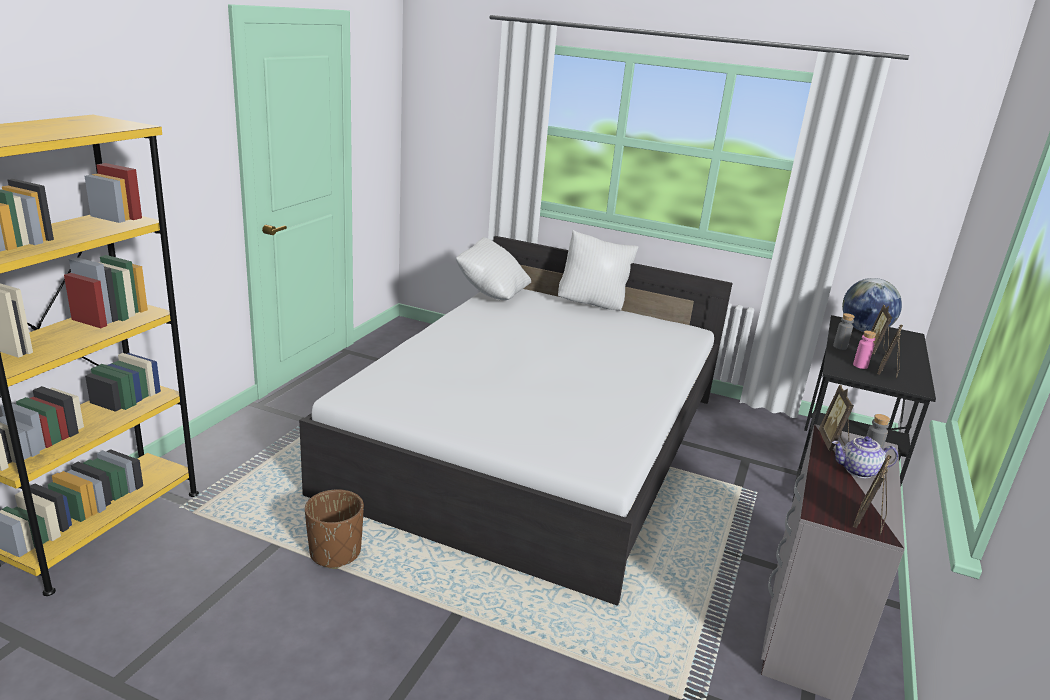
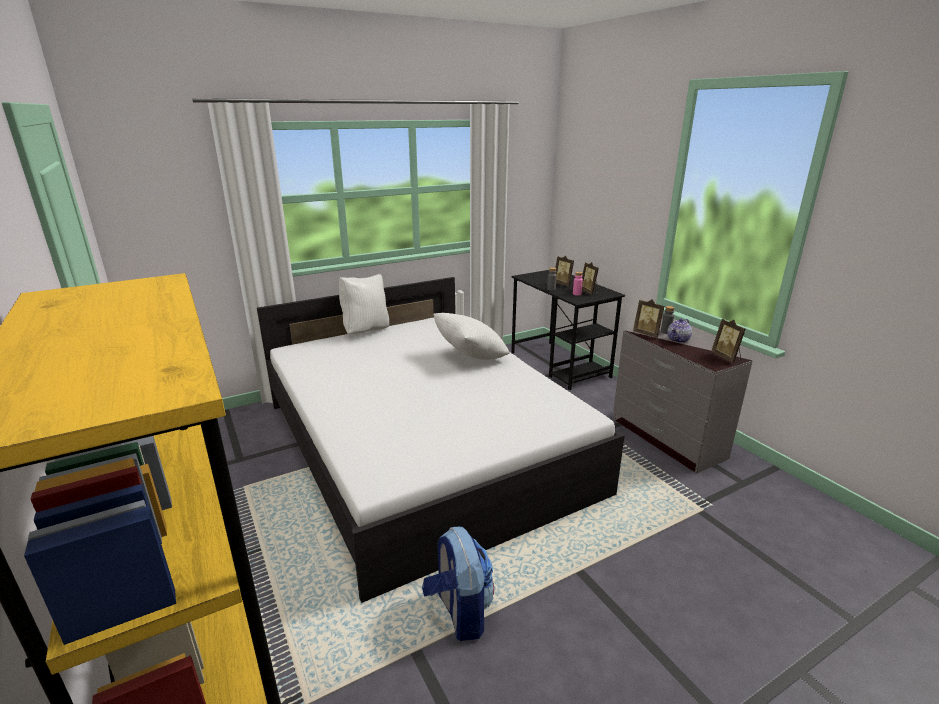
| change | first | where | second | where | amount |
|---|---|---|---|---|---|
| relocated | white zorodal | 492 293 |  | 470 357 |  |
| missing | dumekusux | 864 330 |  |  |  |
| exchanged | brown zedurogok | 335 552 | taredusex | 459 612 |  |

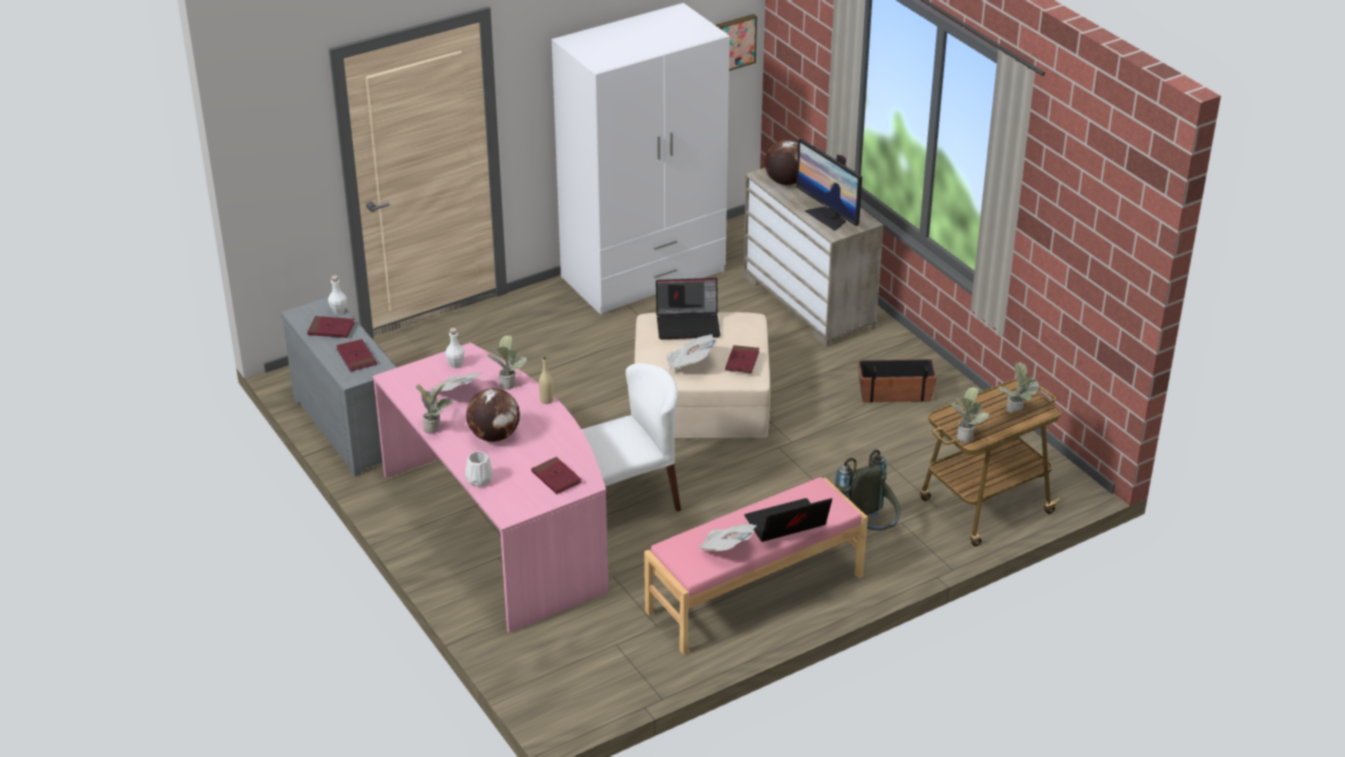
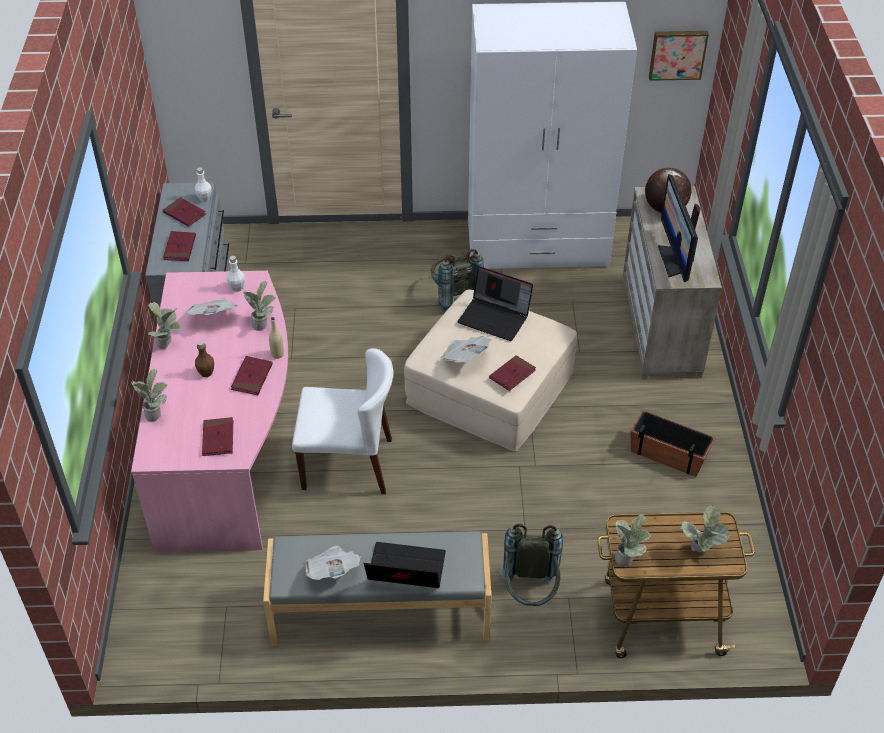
| change | first | where | second | where | amount |
|---|---|---|---|---|---|
| exchanged | dumekusux | 494 436 | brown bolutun | 206 373 |  |
| exchanged | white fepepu | 478 480 | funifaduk | 155 412 |  |
| colour | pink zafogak | 755 594 | grey zafogak | 380 613 |  |
| appeared |  |  | grey taredusex | 454 295 |  |
| appeared |  |  | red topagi | 252 377 |  |

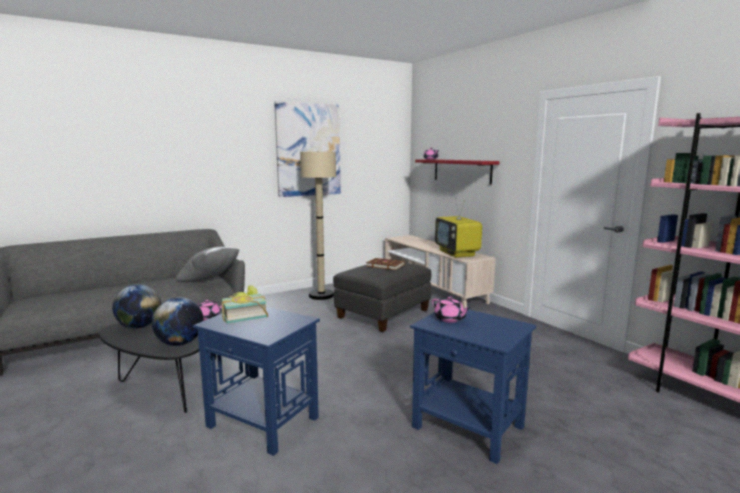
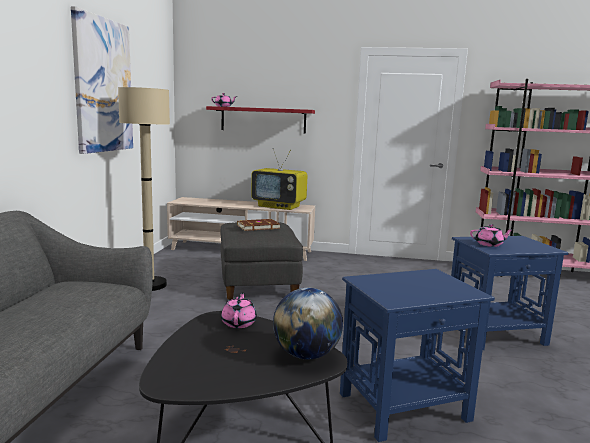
| change | first | where | second | where | amount |
|---|---|---|---|---|---|
| missing | grey zorodal | 210 280 |  |  |  |
| missing | dumekusux | 139 326 |  |  |  |
| missing | topagi | 243 316 |  |  |  |

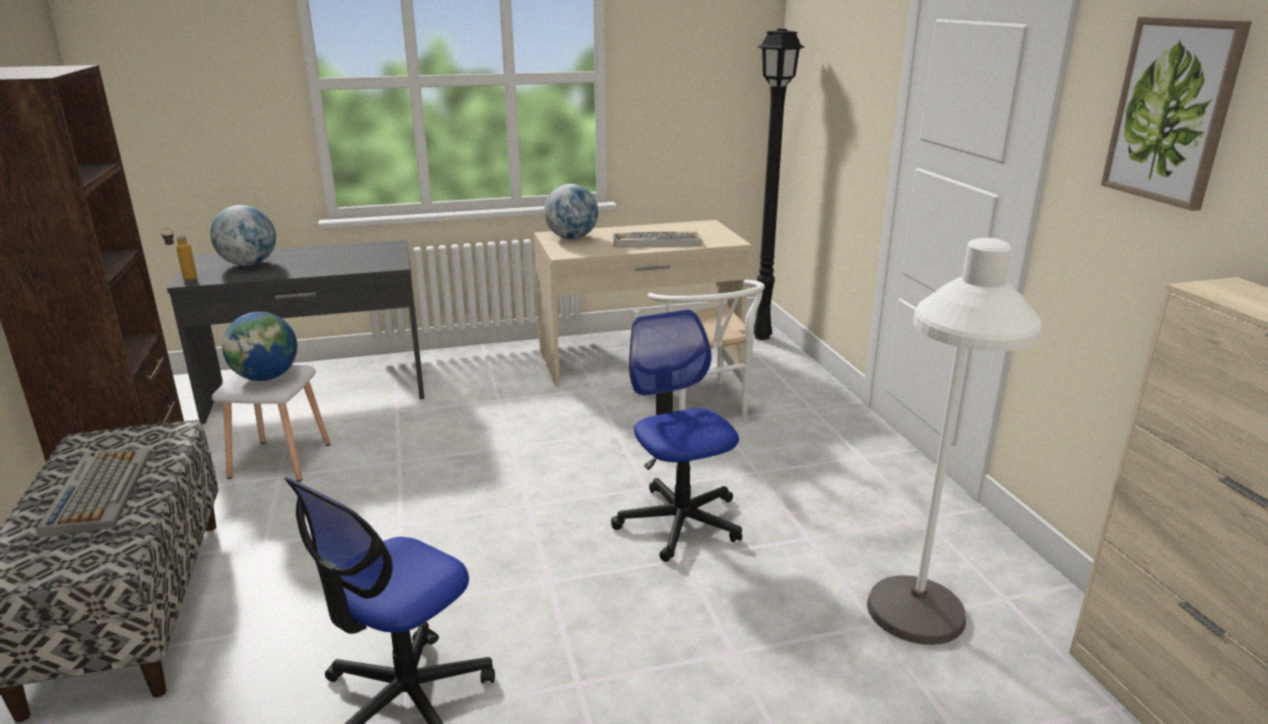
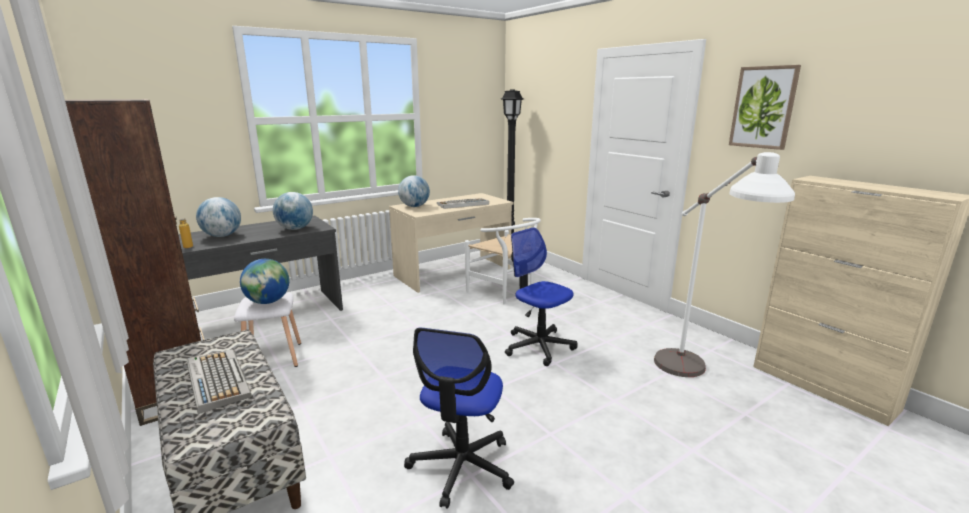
| change | first | where | second | where | amount |
|---|---|---|---|---|---|
| appeared |  |  | dumekusux | 295 229 |  |

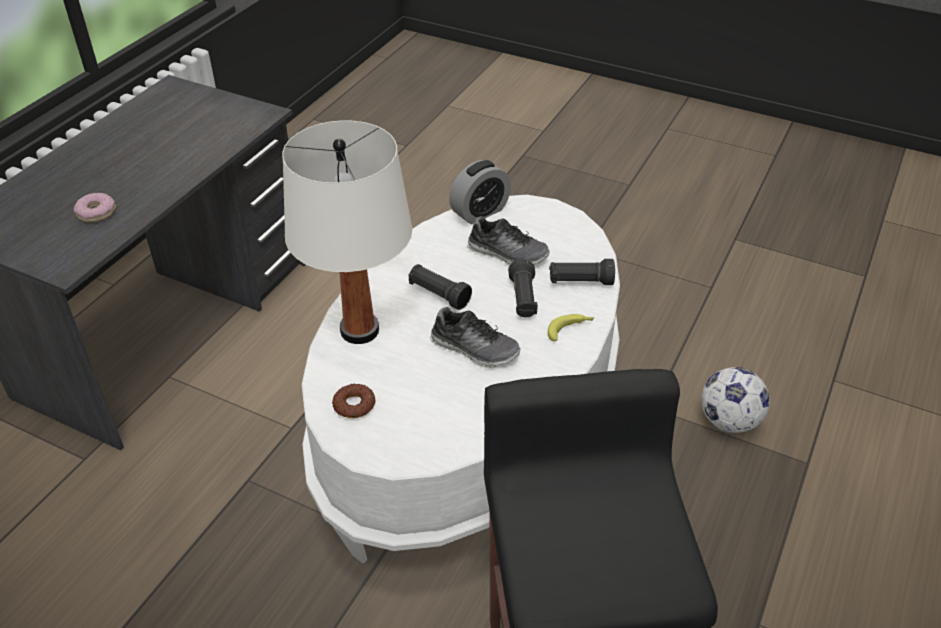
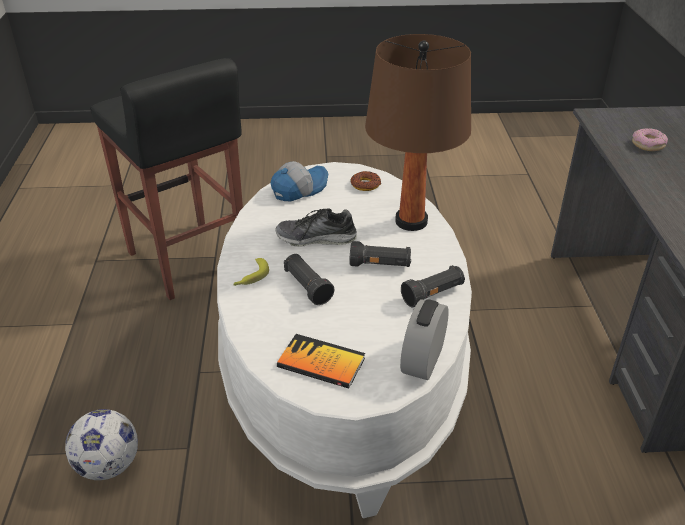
| change | first | where | second | where | amount |
|---|---|---|---|---|---|
| colour | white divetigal | 360 330 | brown divetigal | 411 222 |  |
| missing | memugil | 507 254 |  |  |  |
| relocated | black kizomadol | 580 282 |  | 433 294 |  |
| appeared |  |  | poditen | 299 189 |  |
| appeared |  |  | topagi | 321 363 |  |

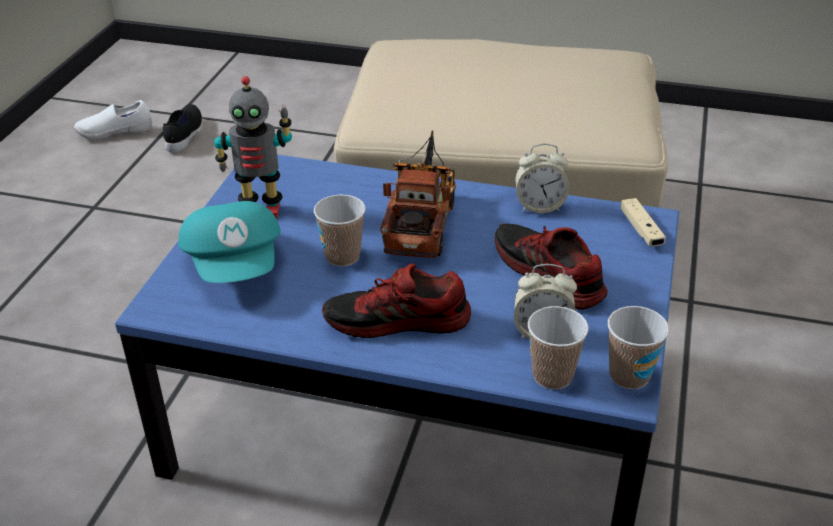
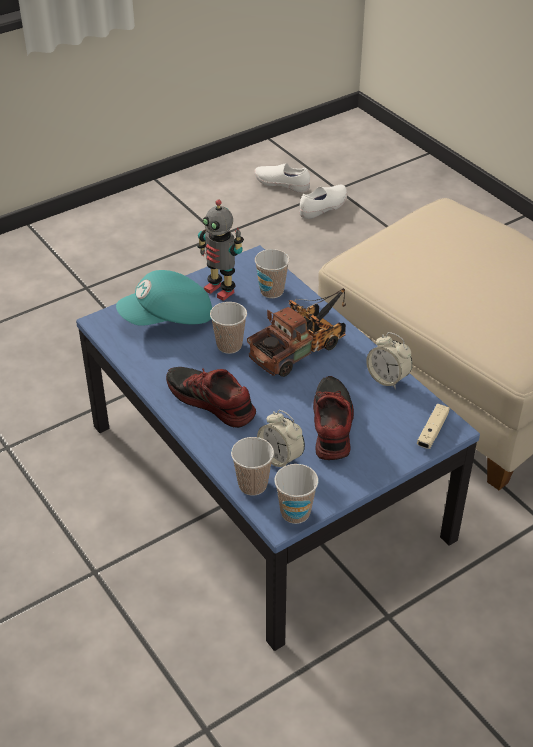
| change | first | where | second | where | amount |
|---|---|---|---|---|---|
| colour | black memugil | 185 136 | white memugil | 324 208 |  |
| spun | turquoise poditen | 236 265 |  | 168 319 | 45 degrees clockwise |
| appeared |  |  | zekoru | 272 291 |  |

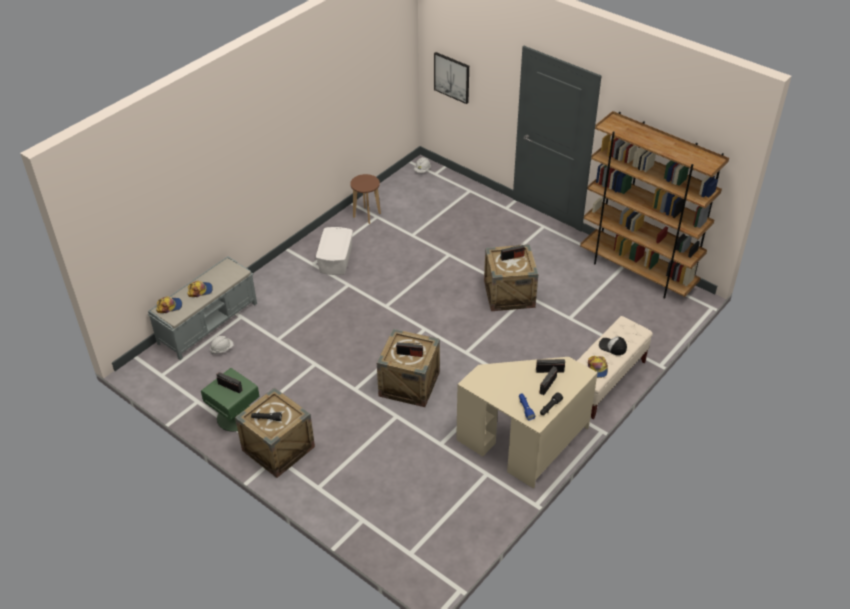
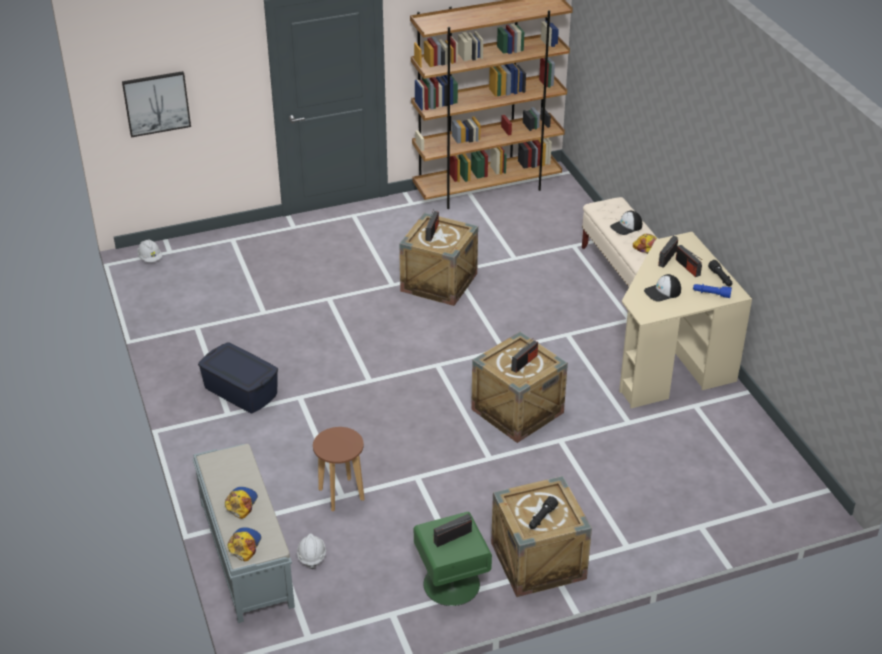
| change | first | where | second | where | amount |
|---|---|---|---|---|---|
| relocated | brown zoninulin | 367 215 |  | 341 494 |  |
| colour | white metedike | 335 259 | blue metedike | 240 391 |  |
| appeared |  |  | poditen | 662 292 |  |

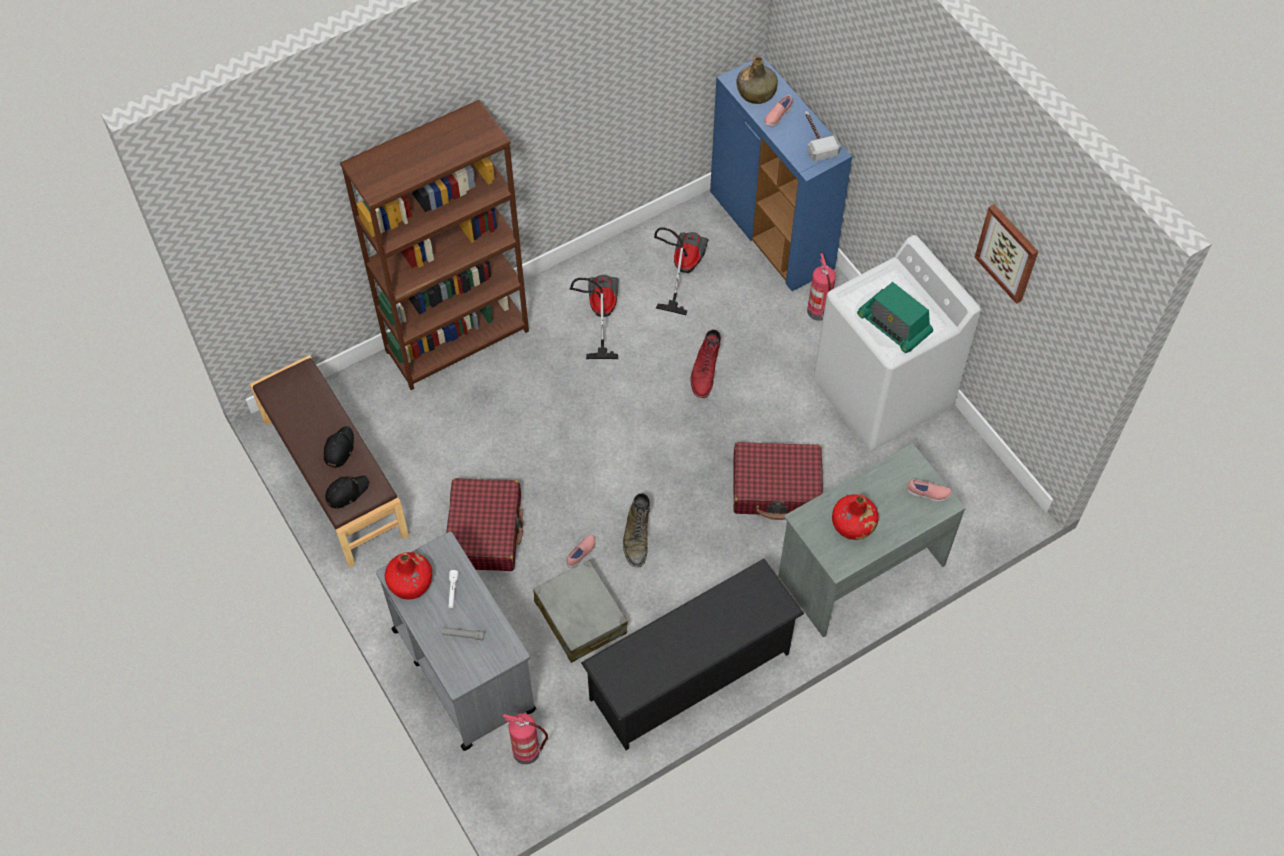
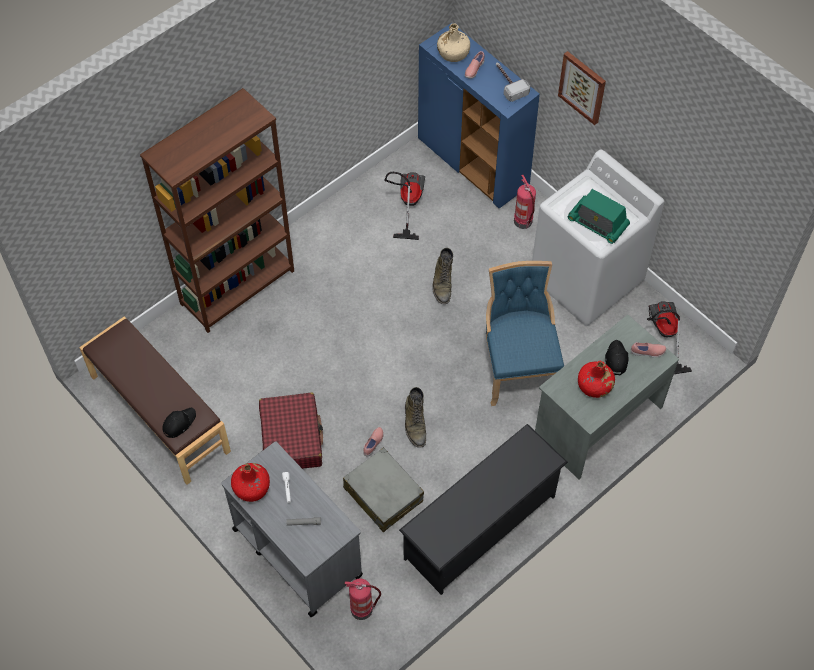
| change | first | where | second | where | amount |
|---|---|---|---|---|---|
| colour | green bolutun | 756 93 | beige bolutun | 453 53 |  |
| relocated | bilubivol | 1008 253 |  | 583 87 |  |
| relocated | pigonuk | 599 314 |  | 663 335 |  |
| colour | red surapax | 704 372 | green surapax | 442 283 |  |
| relocated | black poditen | 339 449 |  | 616 359 |  |
| exchanged | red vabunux | 776 487 | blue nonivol | 518 366 |  |

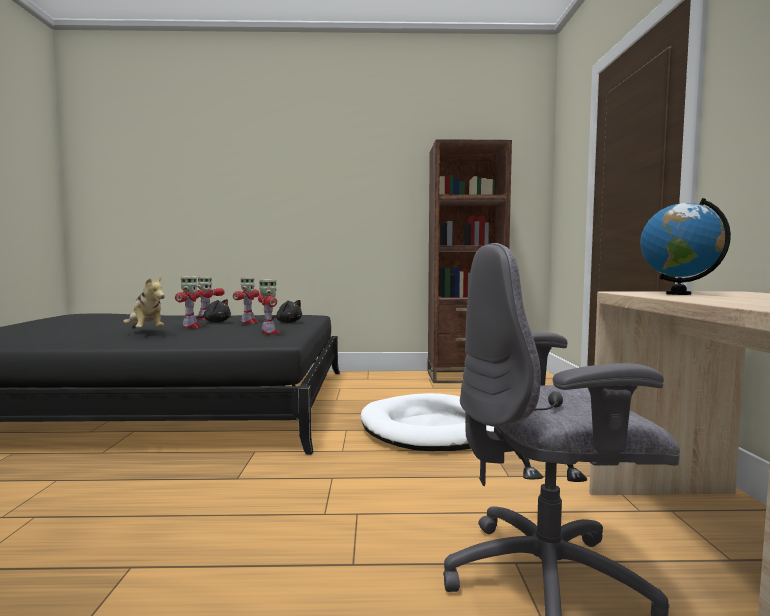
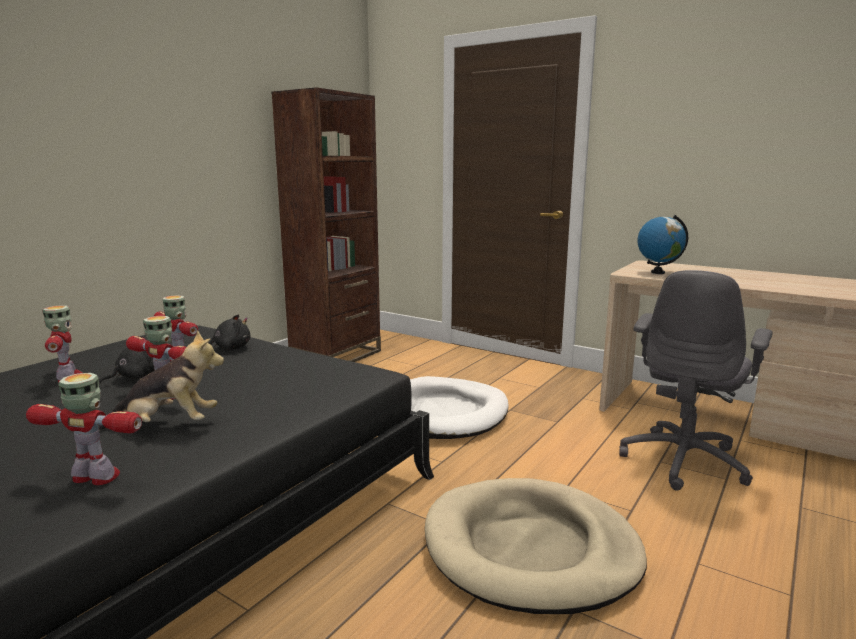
| change | first | where | second | where | amount |
|---|---|---|---|---|---|
| relocated | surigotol | 269 333 |  | 96 477 |  |
| appeared |  |  | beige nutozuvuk | 531 549 |  |

